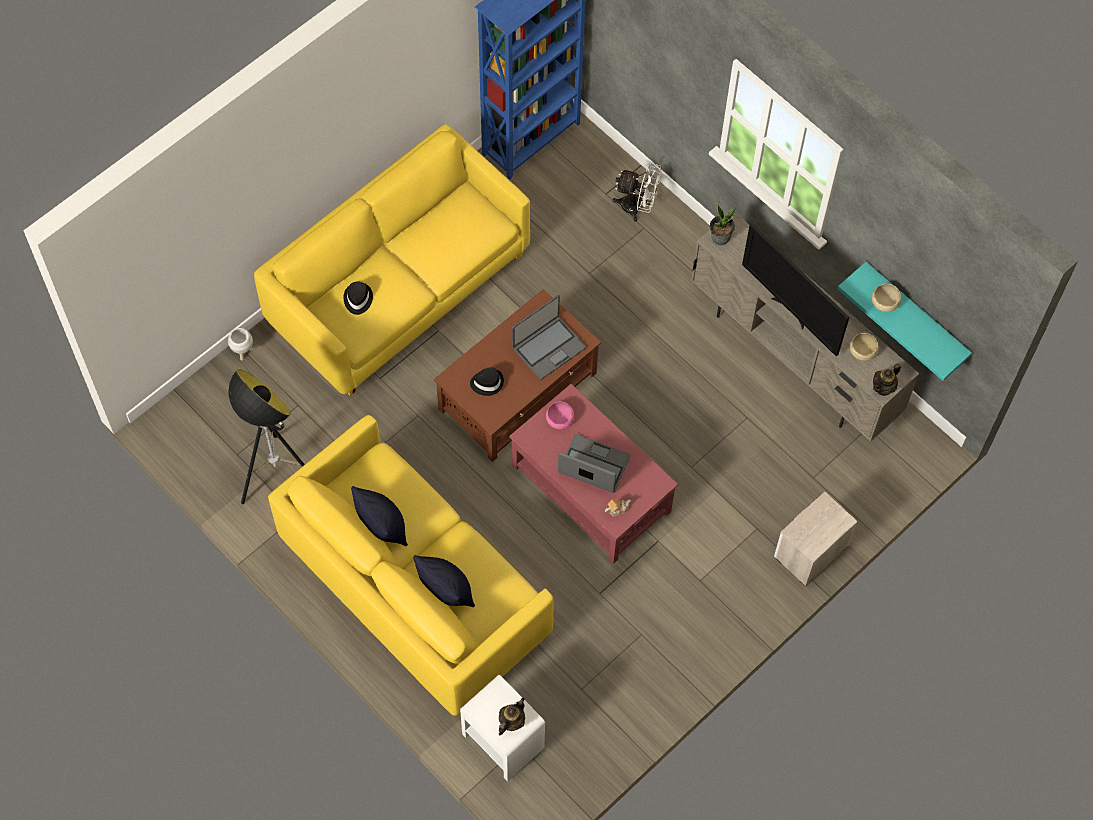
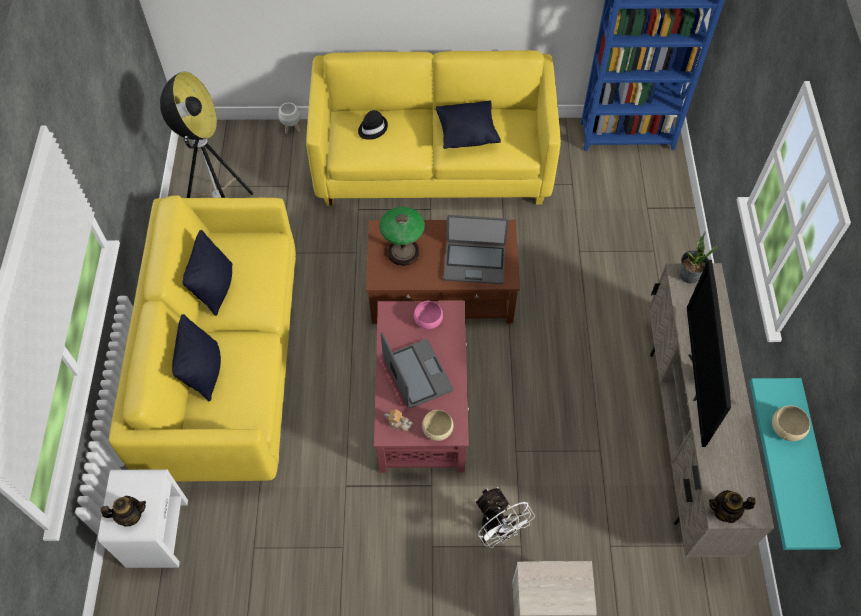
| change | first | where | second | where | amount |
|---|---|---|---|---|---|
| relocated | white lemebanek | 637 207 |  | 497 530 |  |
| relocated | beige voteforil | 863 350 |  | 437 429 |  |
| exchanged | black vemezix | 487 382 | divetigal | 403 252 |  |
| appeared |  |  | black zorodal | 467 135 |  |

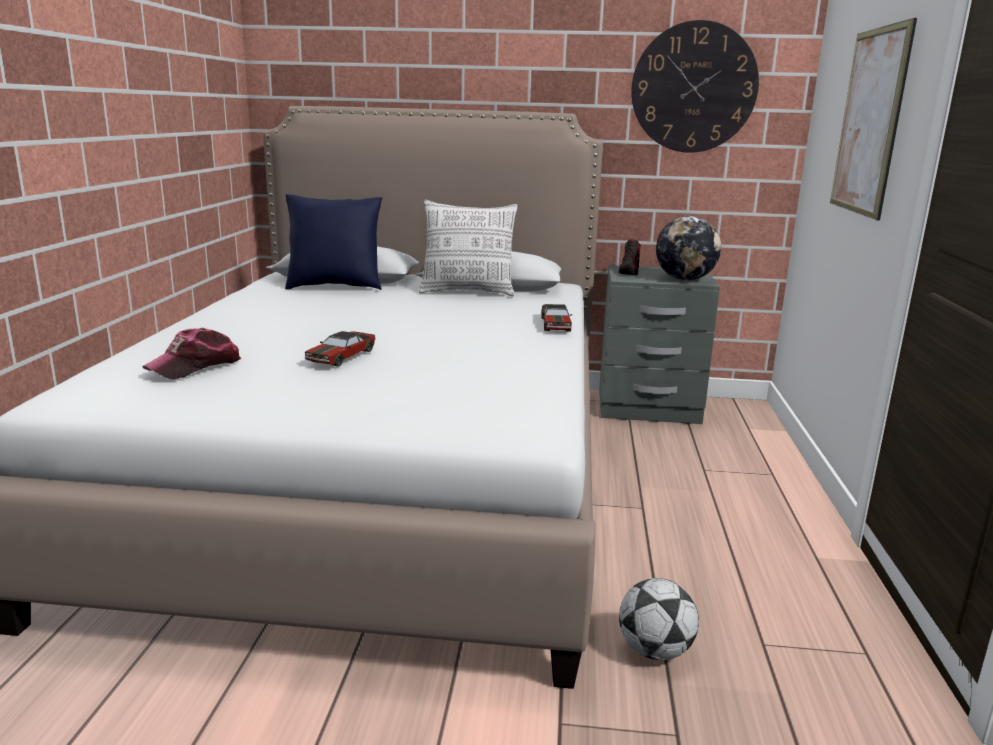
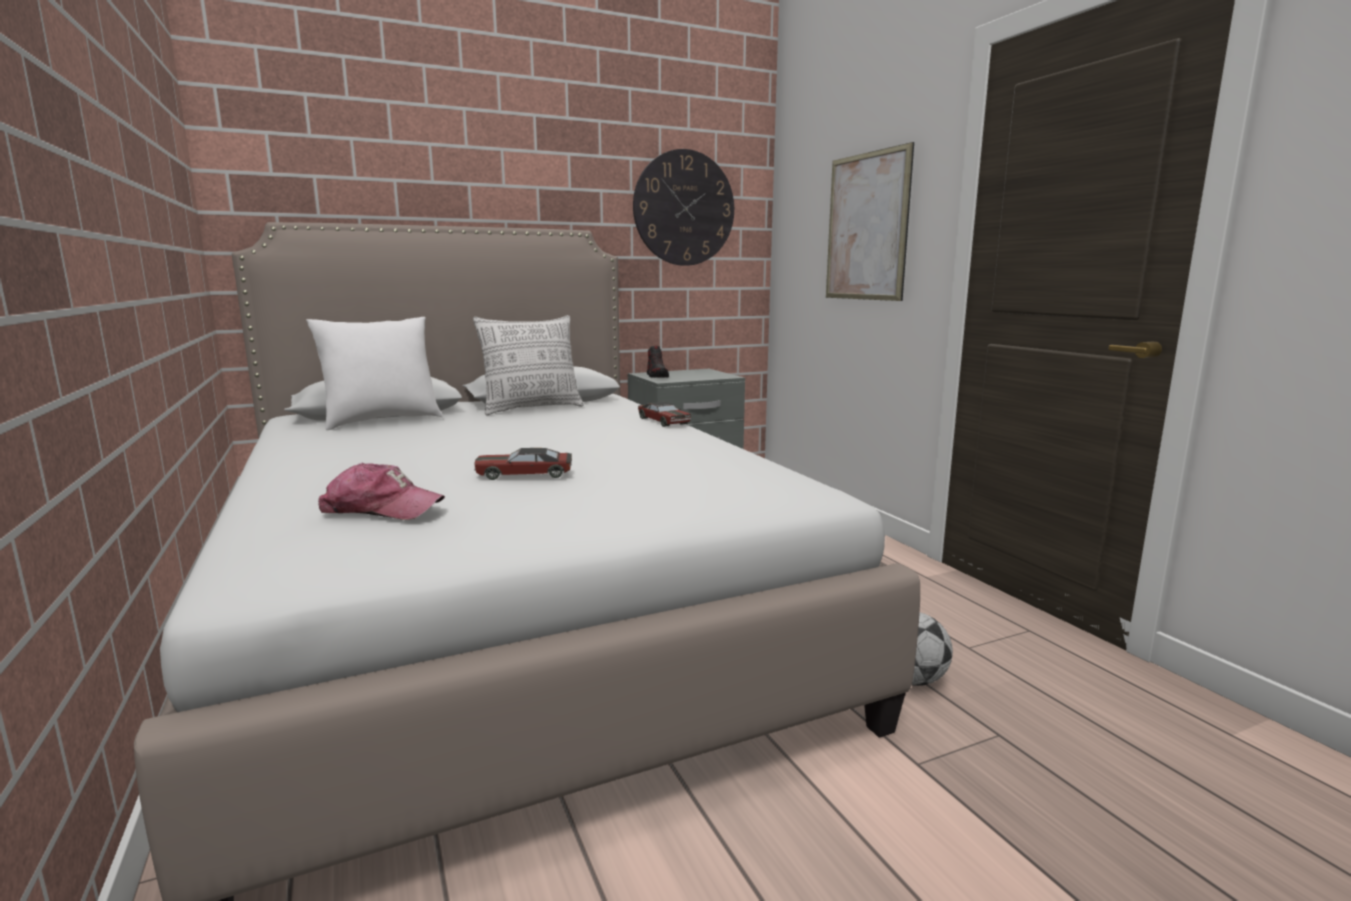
| change | first | where | second | where | amount |
|---|---|---|---|---|---|
| colour | blue zorodal | 335 287 | white zorodal | 382 421 |  |
| missing | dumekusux | 684 279 |  |  |  |
| spun | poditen | 195 366 |  | 381 509 | 90 degrees counterclockwise |
| spun | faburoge | 341 356 |  | 524 474 | 90 degrees clockwise |

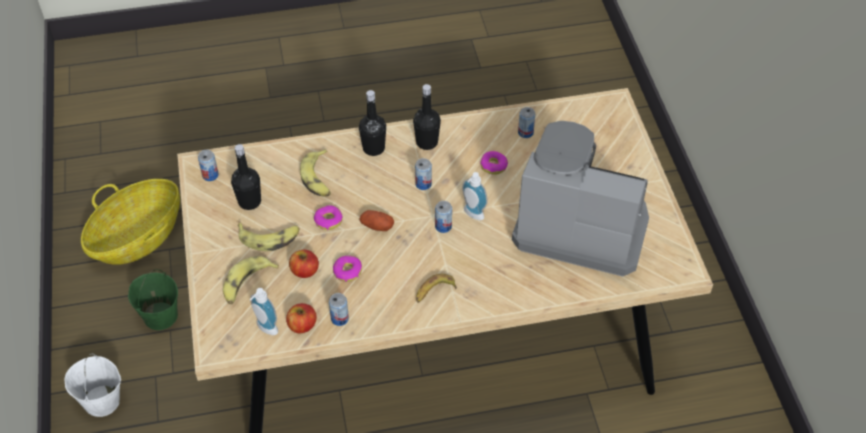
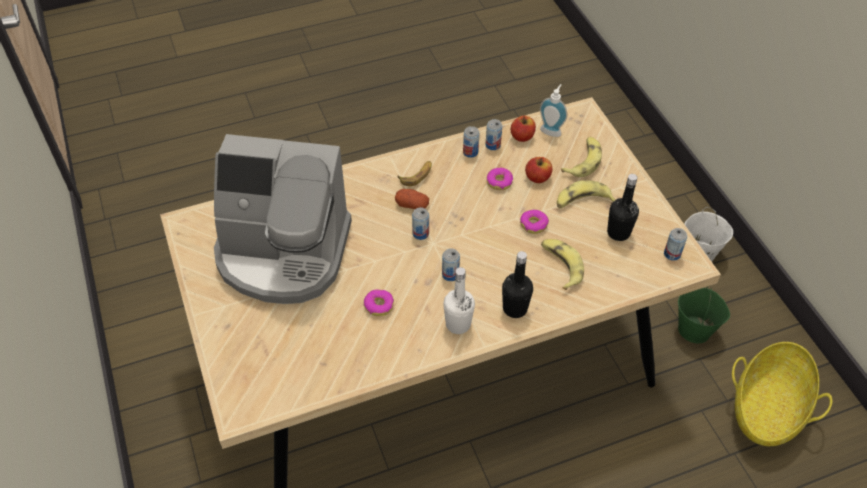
| change | first | where | second | where | amount |
|---|---|---|---|---|---|
| colour | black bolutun | 427 142 | white bolutun | 458 324 |  |
| relocated | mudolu | 525 133 |  | 470 152 |  |
| missing | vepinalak | 472 215 |  |  |  |
| relocated | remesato | 377 226 |  | 412 205 |  |

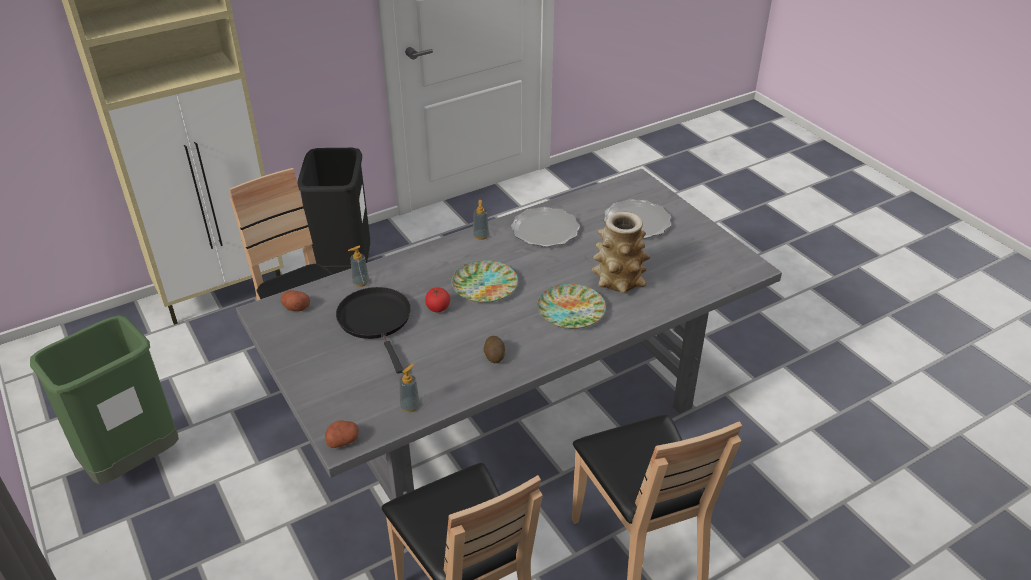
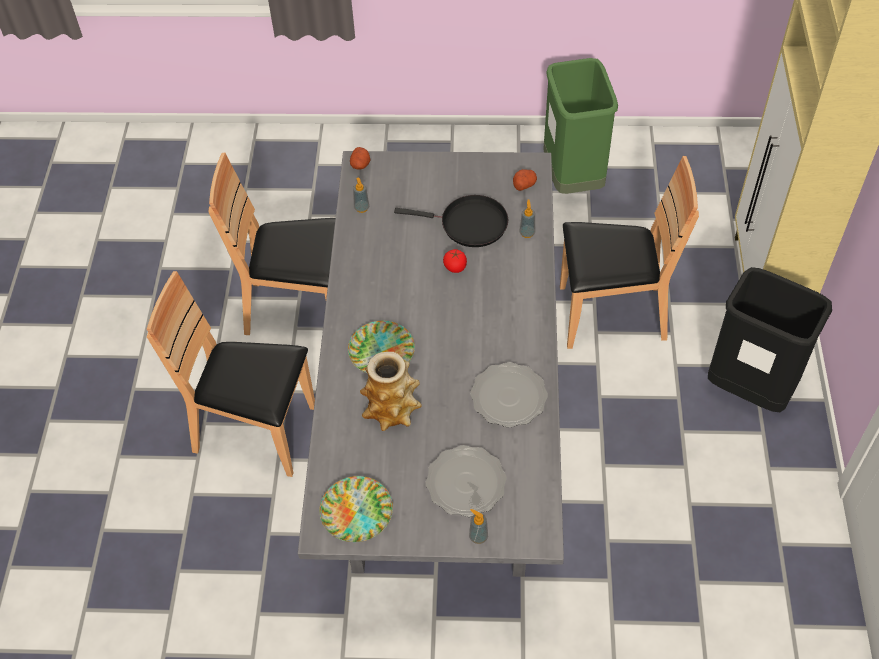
| change | first | where | second | where | amount |
|---|---|---|---|---|---|
| relocated | vepinalak | 481 236 |  | 478 536 |  |
| relocated | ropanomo | 484 285 |  | 357 511 |  |
| missing | remesato | 494 356 |  |  |  |

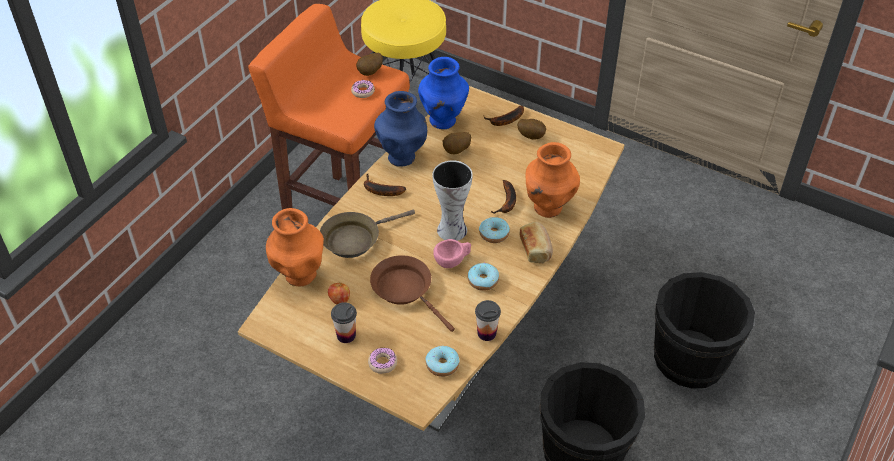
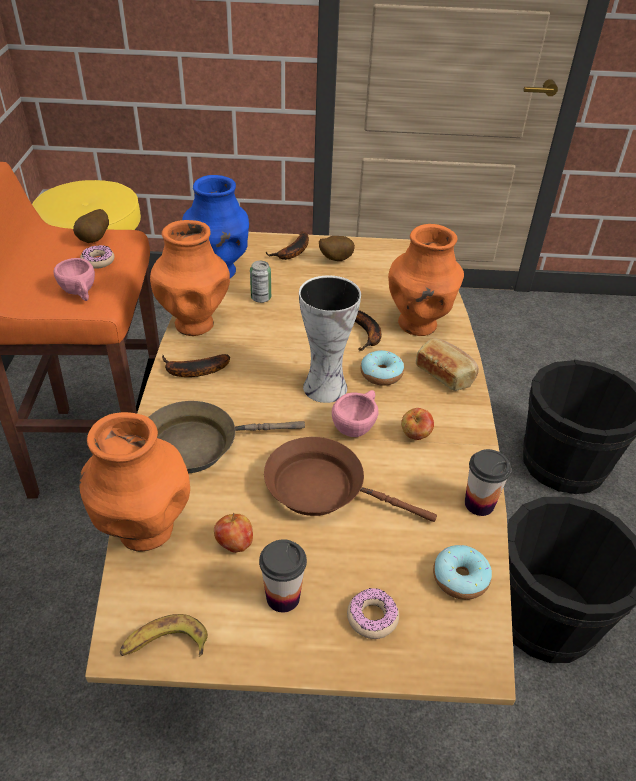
| change | first | where | second | where | amount |
|---|---|---|---|---|---|
| colour | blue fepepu | 402 157 | orange fepepu | 195 323 |  |
| exchanged | remesato | 457 151 | mudolu | 261 298 |  |
| spun | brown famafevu | 355 239 |  | 198 445 | 45 degrees clockwise |
| exchanged | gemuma | 483 280 | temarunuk | 415 435 |  |
| appeared |  |  | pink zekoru | 80 293 |  |
| appeared |  |  | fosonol | 165 645 |  |

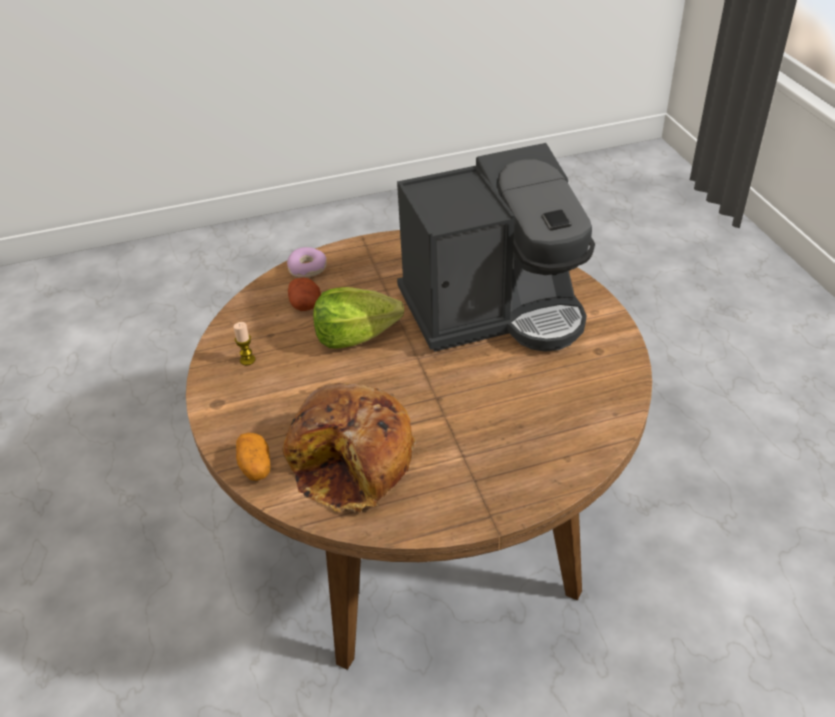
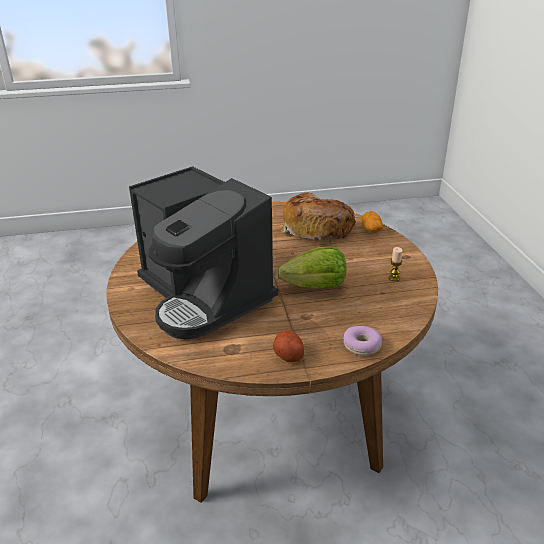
| change | first | where | second | where | amount |
|---|---|---|---|---|---|
| spun | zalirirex | 494 310 |  | 204 296 | 120 degrees counterclockwise |
| relocated | remesato | 306 305 |  | 288 354 |  |

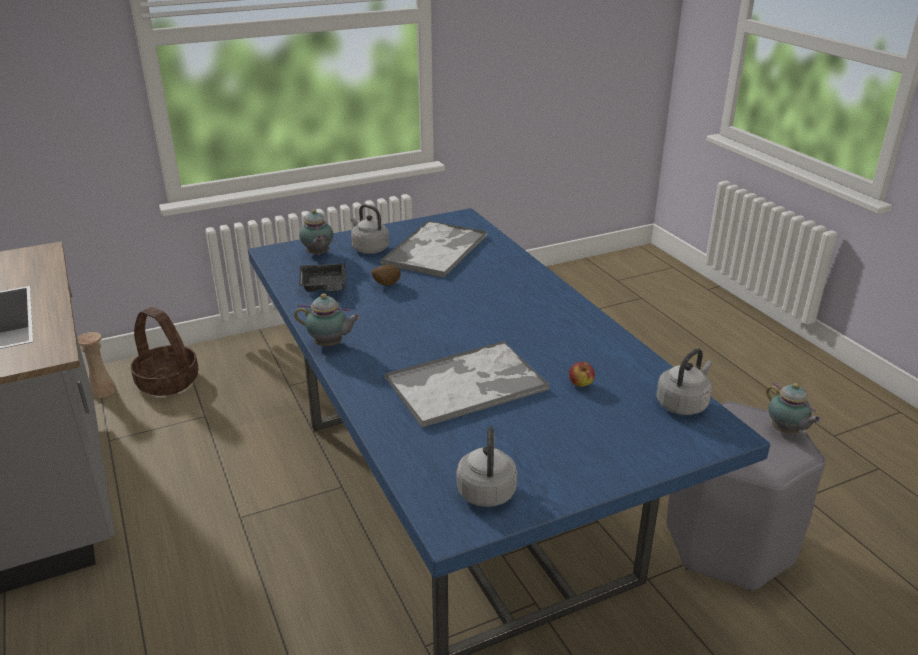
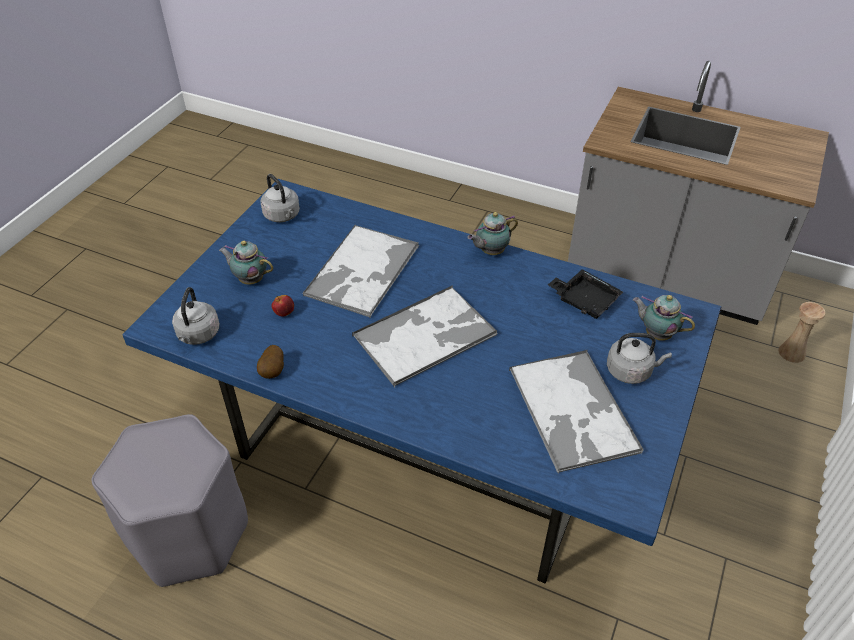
| change | first | where | second | where | amount |
|---|---|---|---|---|---|
| relocated | remesato | 385 284 |  | 273 371 |  |
| missing | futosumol | 167 381 |  |  |  |
| relocated | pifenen | 786 431 |  | 250 279 |  |
| appeared |  |  | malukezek | 425 335 |  |

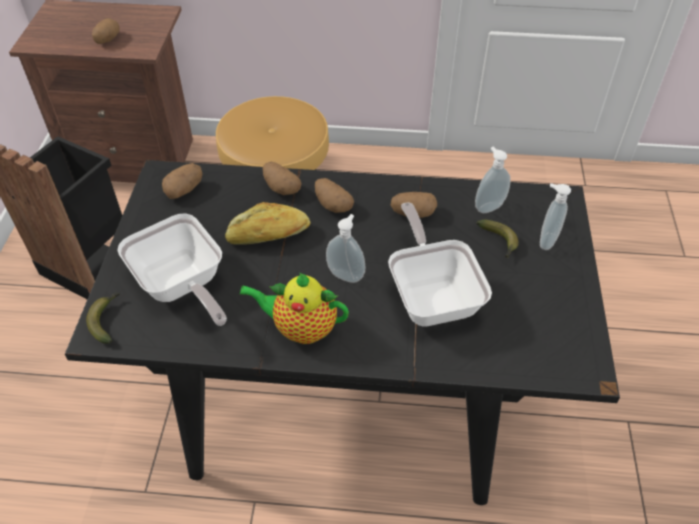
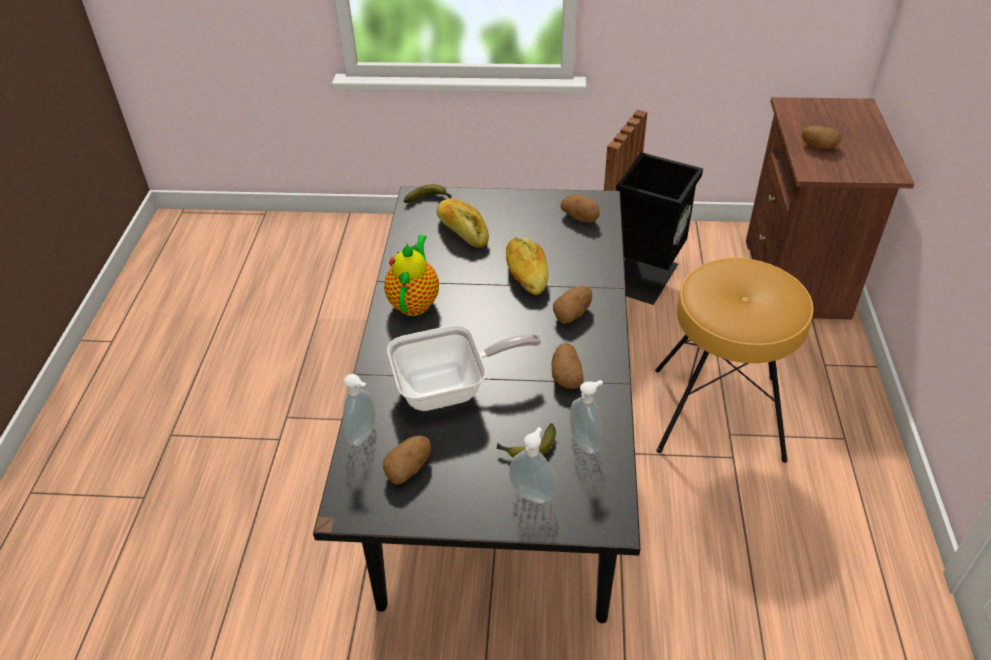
| change | first | where | second | where | amount |
|---|---|---|---|---|---|
| relocated | remesato | 280 188 |  | 409 468 |  |
| exchanged | famafevu | 182 287 | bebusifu | 462 231 |  |
| relocated | vepinalak | 346 274 |  | 364 436 |  |

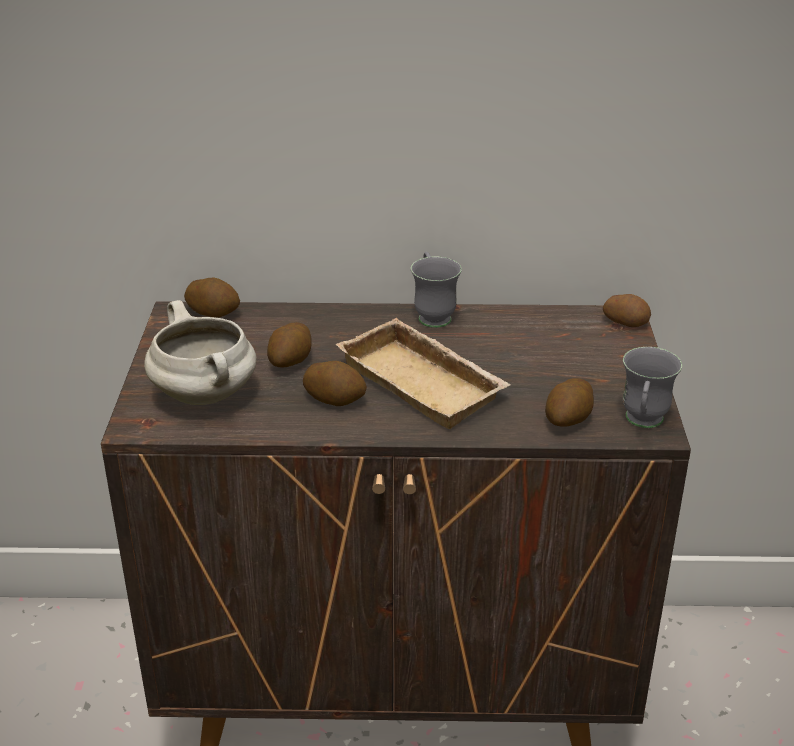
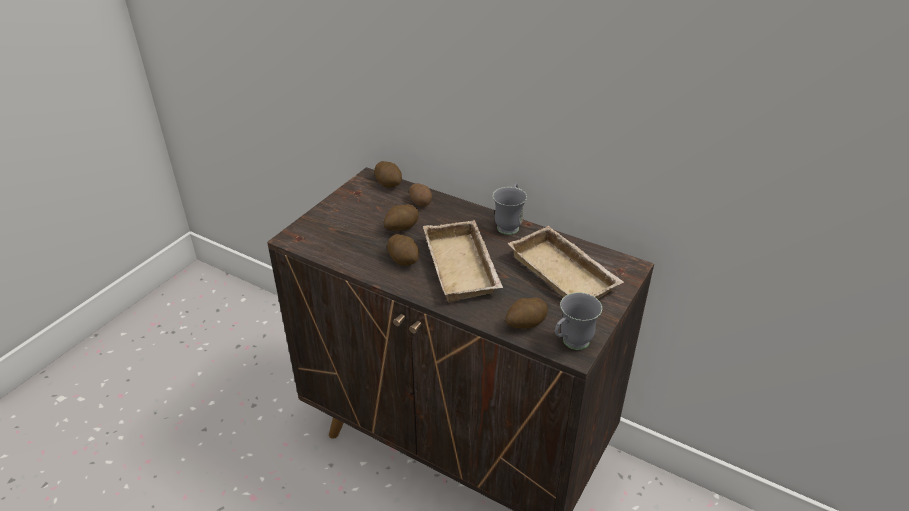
| change | first | where | second | where | amount |
|---|---|---|---|---|---|
| relocated | remesato | 626 322 |  | 421 202 |  |
| missing | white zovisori | 206 395 |  |  |  |
| appeared |  |  | beige malukezek | 566 273 |  |

